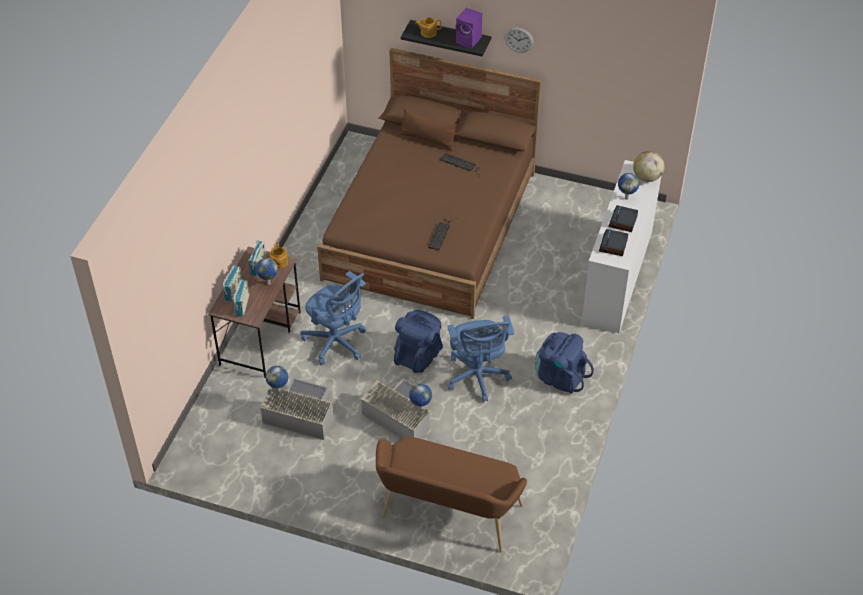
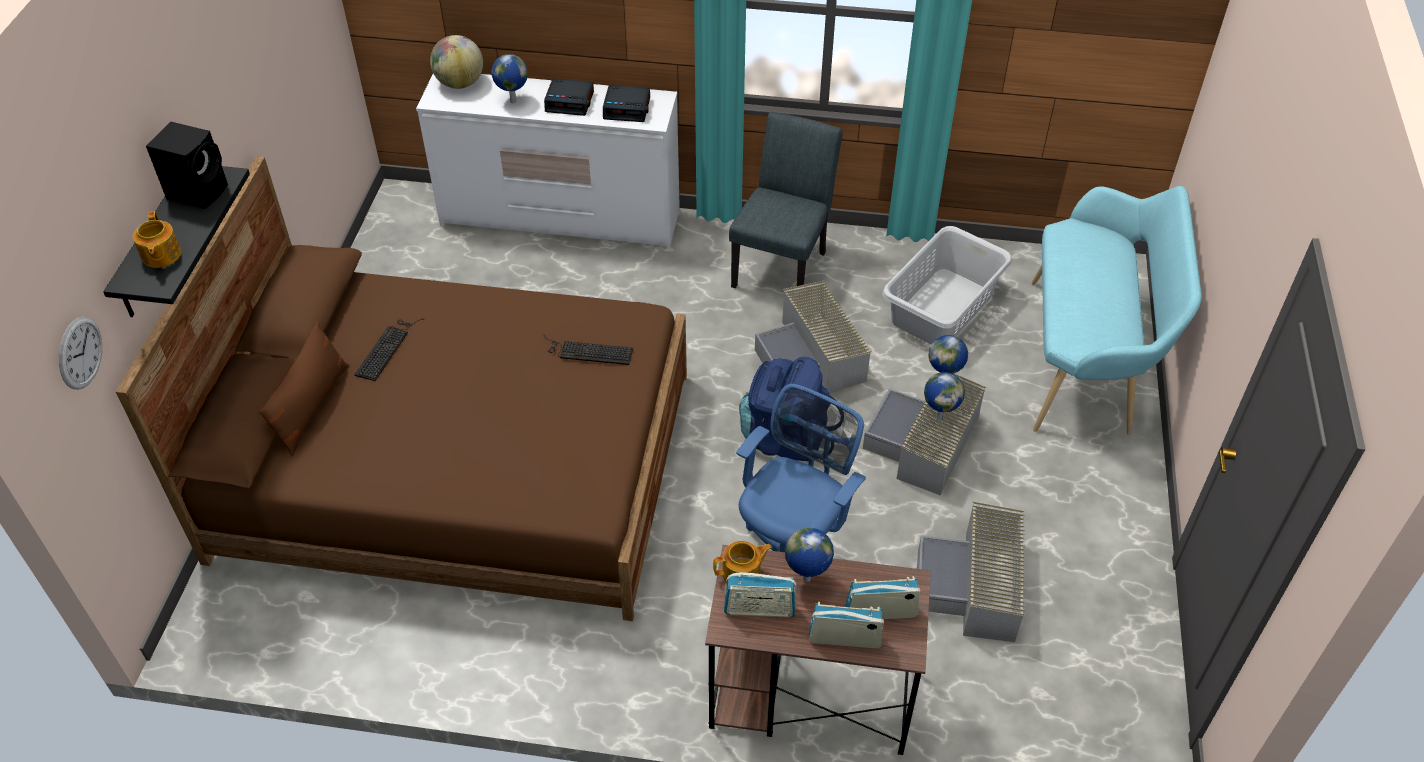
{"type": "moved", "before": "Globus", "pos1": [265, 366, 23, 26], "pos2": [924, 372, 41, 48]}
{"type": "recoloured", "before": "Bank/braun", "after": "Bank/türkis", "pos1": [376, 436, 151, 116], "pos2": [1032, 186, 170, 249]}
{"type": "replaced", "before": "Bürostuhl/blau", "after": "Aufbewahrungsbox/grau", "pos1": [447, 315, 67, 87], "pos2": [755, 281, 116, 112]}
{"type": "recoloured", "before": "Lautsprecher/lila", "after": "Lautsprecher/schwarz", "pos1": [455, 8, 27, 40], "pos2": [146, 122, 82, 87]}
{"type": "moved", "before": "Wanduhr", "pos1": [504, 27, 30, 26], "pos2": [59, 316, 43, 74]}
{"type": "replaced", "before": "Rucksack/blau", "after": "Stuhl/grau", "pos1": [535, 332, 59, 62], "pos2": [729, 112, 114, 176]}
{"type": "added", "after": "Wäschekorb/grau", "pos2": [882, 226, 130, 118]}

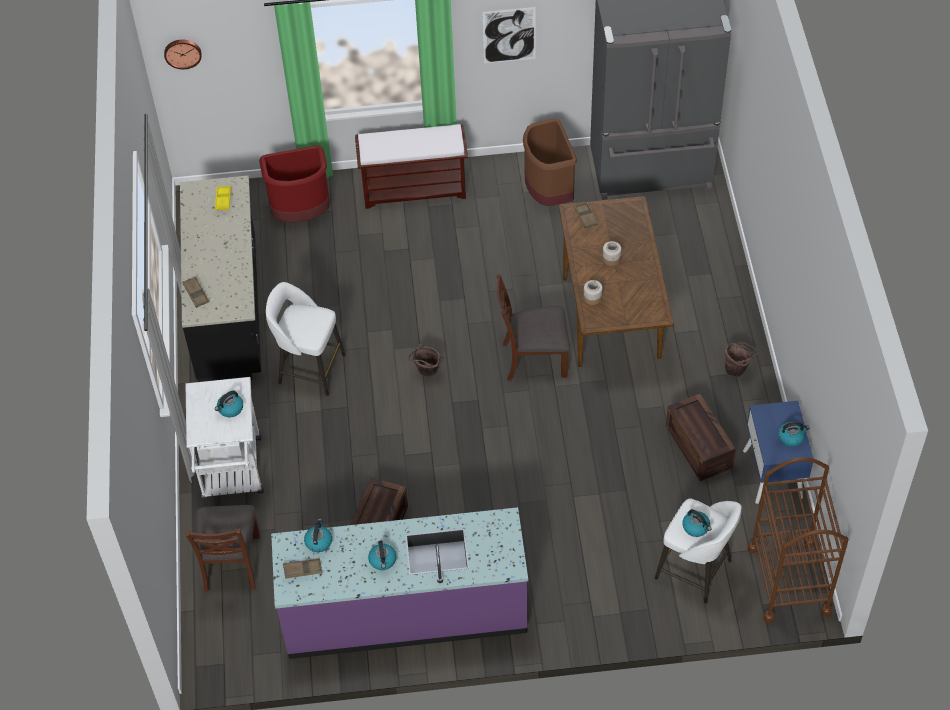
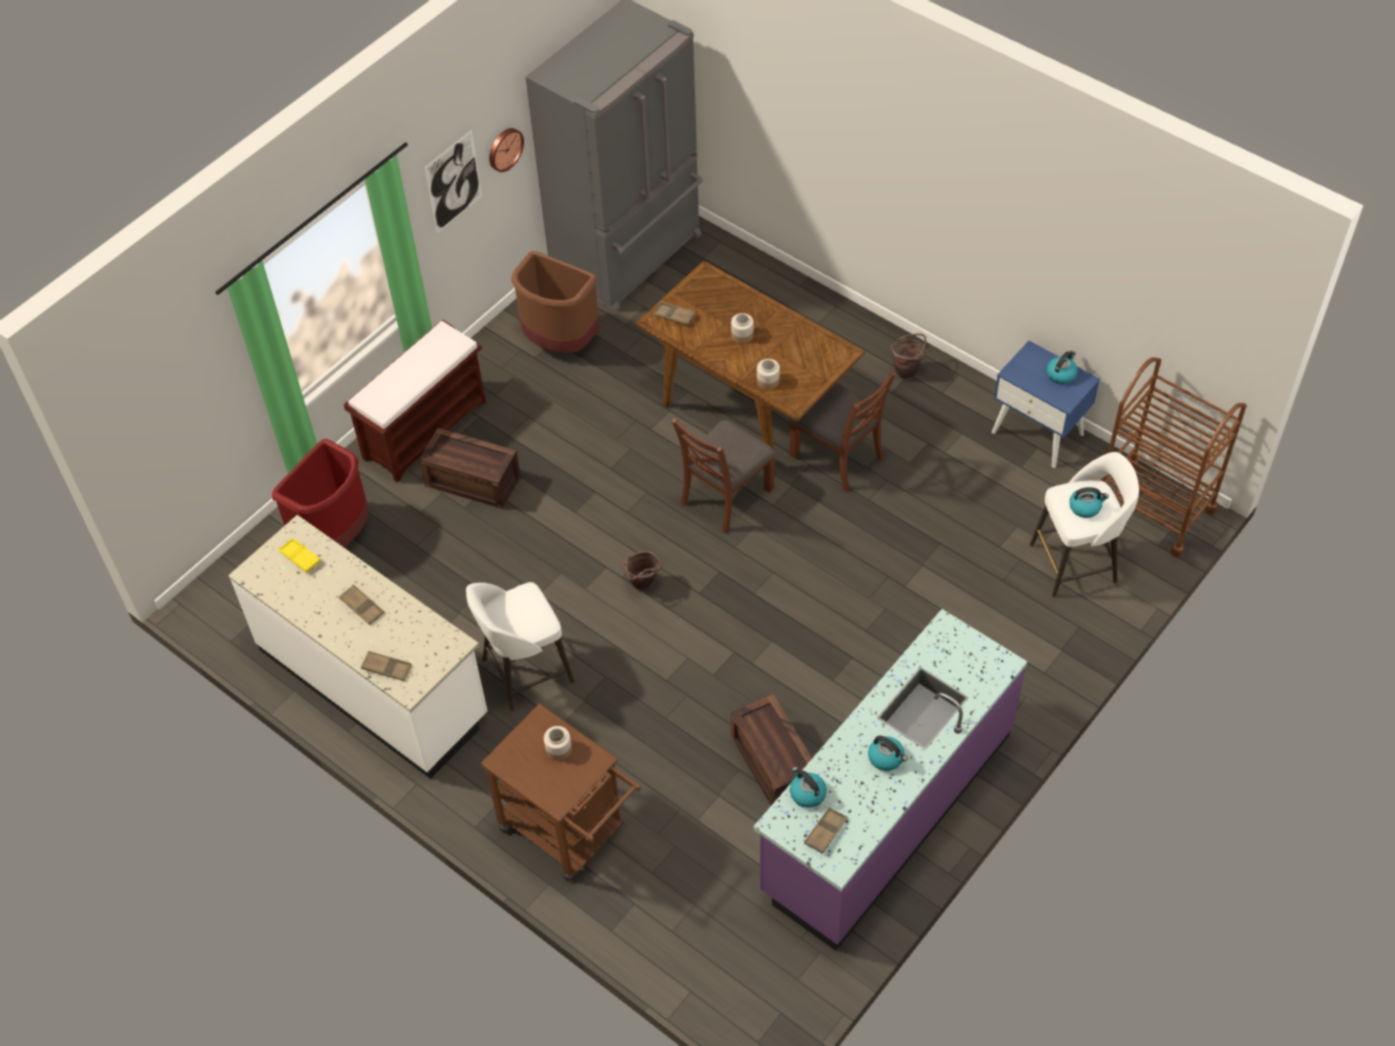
{"type": "moved", "before": "Wanduhr", "pos1": [164, 40, 37, 29], "pos2": [489, 128, 35, 44]}
{"type": "recoloured", "before": "Küchenzeile/schwarz", "after": "Küchenzeile/weiß", "pos1": [180, 176, 81, 206], "pos2": [228, 515, 259, 264]}
{"type": "moved", "before": "Stuhl/braun", "pos1": [185, 505, 75, 87], "pos2": [789, 370, 107, 122]}
{"type": "recoloured", "before": "Rollwagen/weiß", "after": "Rollwagen/braun", "pos1": [186, 377, 78, 122], "pos2": [480, 703, 161, 179]}
{"type": "replaced", "before": "Wasserkessel", "after": "Vorratsglas", "pos1": [215, 391, 28, 26], "pos2": [544, 726, 28, 35]}
{"type": "moved", "before": "Kiste", "pos1": [666, 394, 70, 88], "pos2": [419, 428, 102, 81]}
{"type": "added", "after": "Tablett/braun", "pos2": [339, 584, 45, 41]}

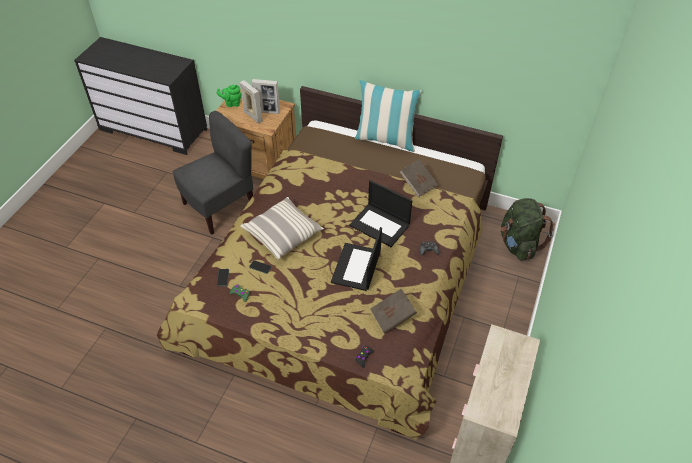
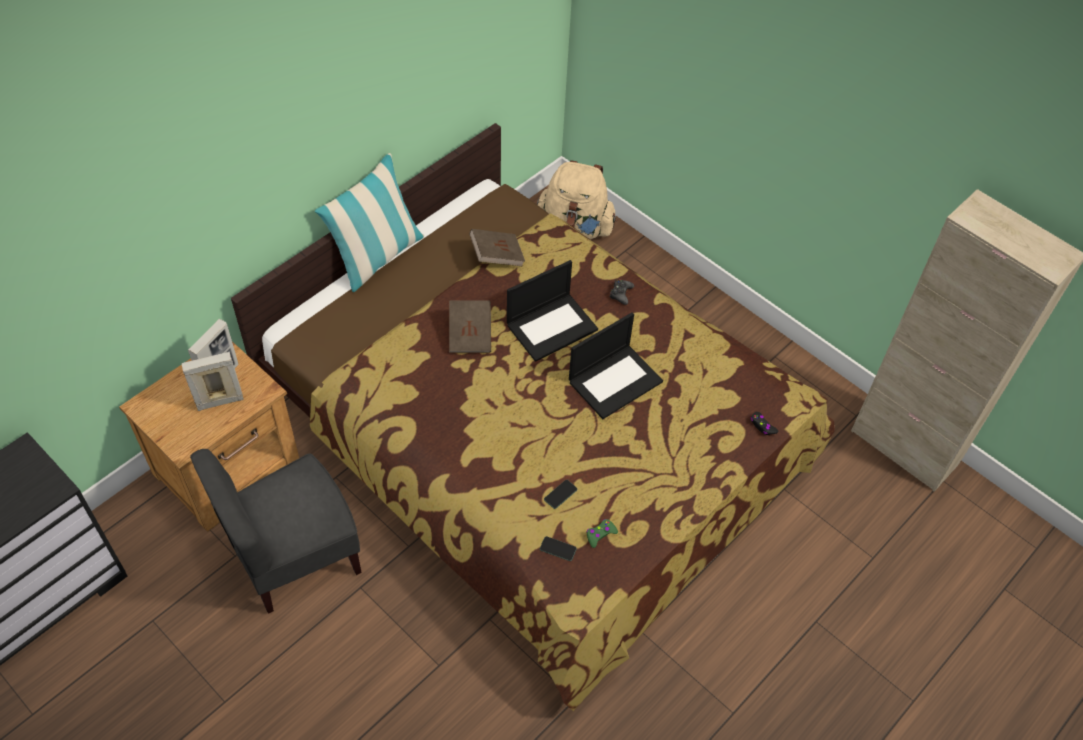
{"type": "turned", "before": "Stuhl/grau", "pos1": [173, 111, 80, 124], "pos2": [190, 449, 172, 165], "turn": -105}
{"type": "removed", "before": "Teekanne/grün", "pos1": [217, 85, 25, 22]}
{"type": "removed", "before": "Kissen", "pos1": [241, 197, 83, 63]}
{"type": "turned", "before": "Laptop", "pos1": [331, 227, 51, 64], "pos2": [569, 312, 94, 107], "turn": -75}
{"type": "moved", "before": "Buch/braun", "pos1": [370, 289, 47, 45], "pos2": [449, 301, 42, 52]}
{"type": "recoloured", "before": "Rucksack/grün", "after": "Rucksack/beige", "pos1": [501, 198, 53, 62], "pos2": [537, 160, 80, 79]}

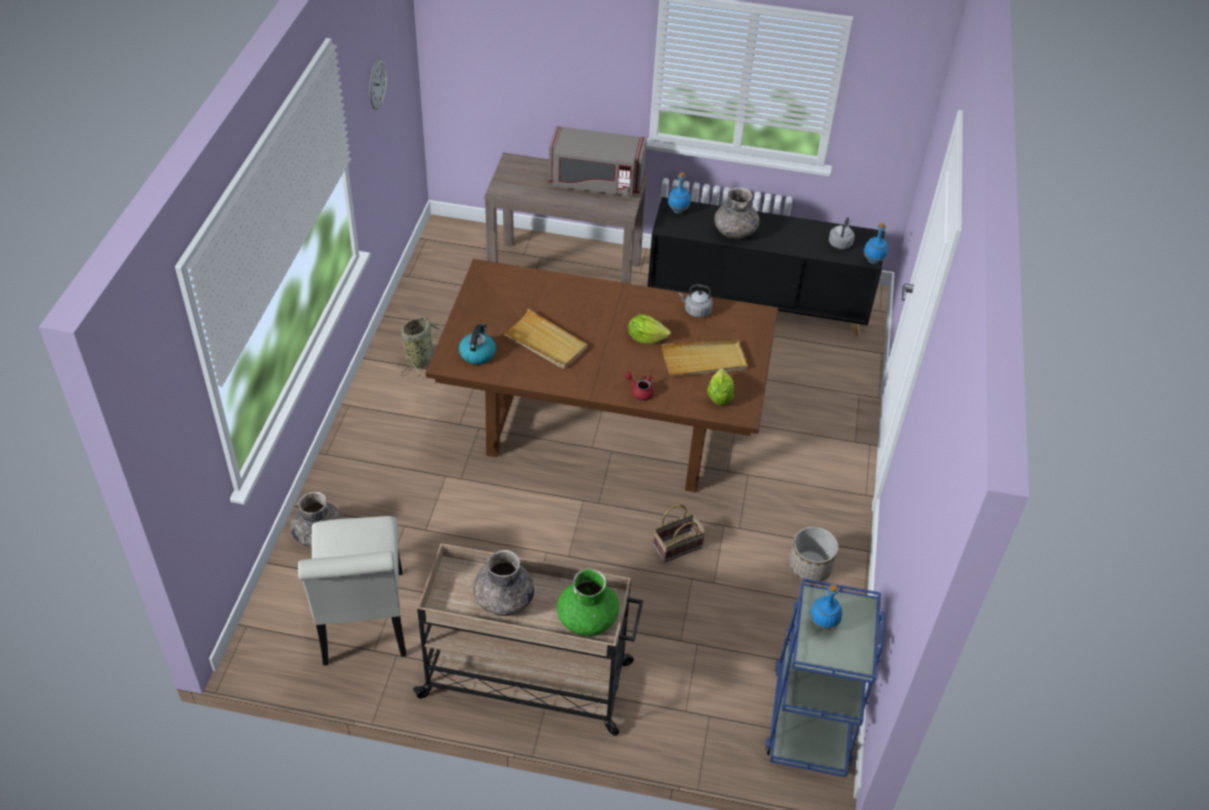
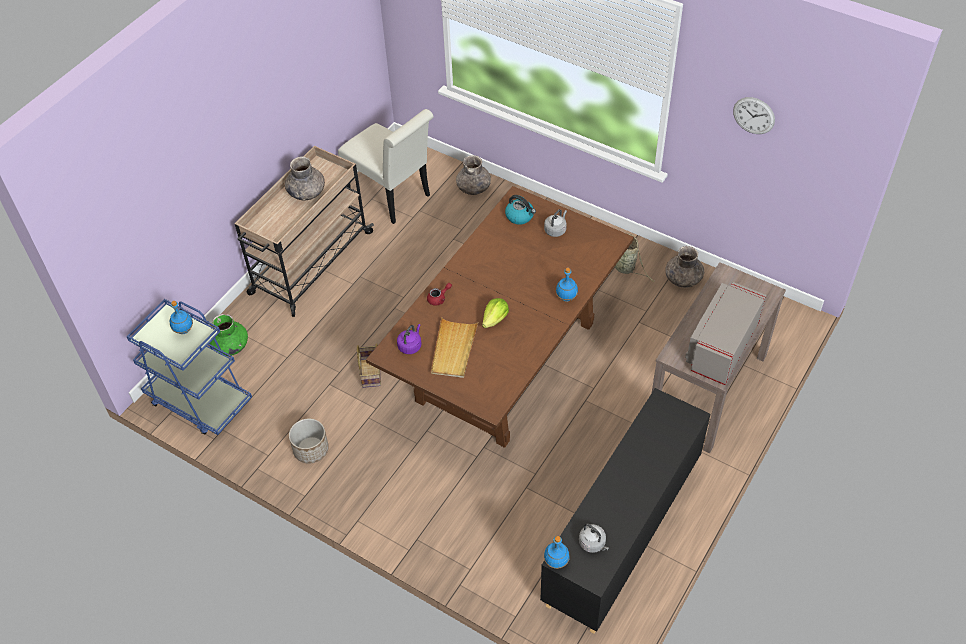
{"type": "turned", "before": "Stuhl/weiß", "pos1": [298, 516, 108, 149], "pos2": [338, 109, 96, 115], "turn": -150}
{"type": "removed", "before": "Tablett/beige", "pos1": [501, 309, 87, 60]}
{"type": "moved", "before": "Vase/grün", "pos1": [557, 569, 62, 67], "pos2": [209, 314, 39, 42]}
{"type": "moved", "before": "Flasche/blau", "pos1": [668, 173, 23, 41], "pos2": [556, 268, 22, 34]}
{"type": "moved", "before": "Wasserkessel/grau", "pos1": [679, 284, 33, 34], "pos2": [544, 209, 23, 28]}
{"type": "replaced", "before": "Salatkopf", "after": "Wasserkessel/lila", "pos1": [707, 368, 27, 37], "pos2": [397, 324, 24, 30]}
{"type": "moved", "before": "Vase/grau", "pos1": [714, 187, 46, 52], "pos2": [665, 246, 39, 42]}

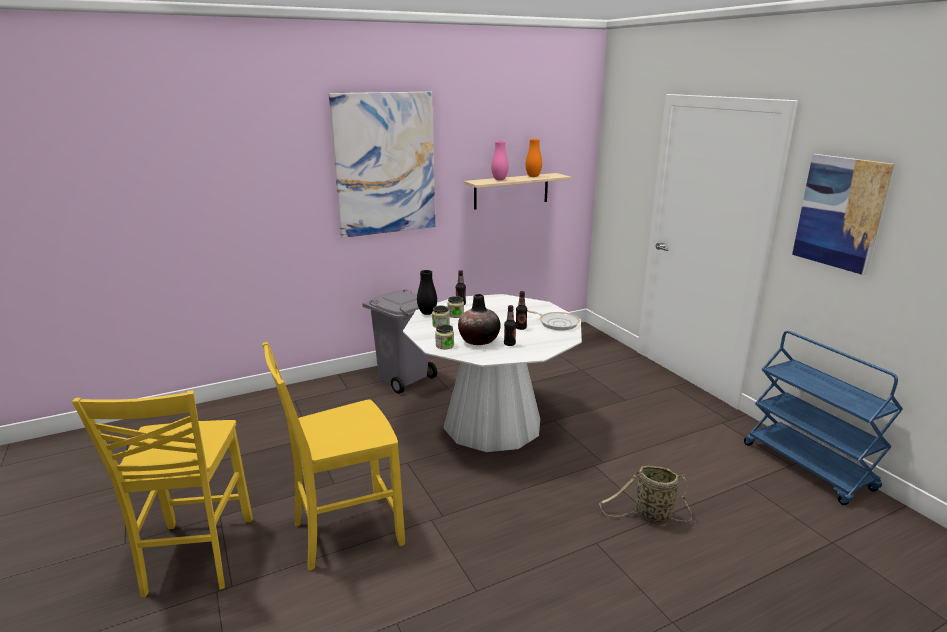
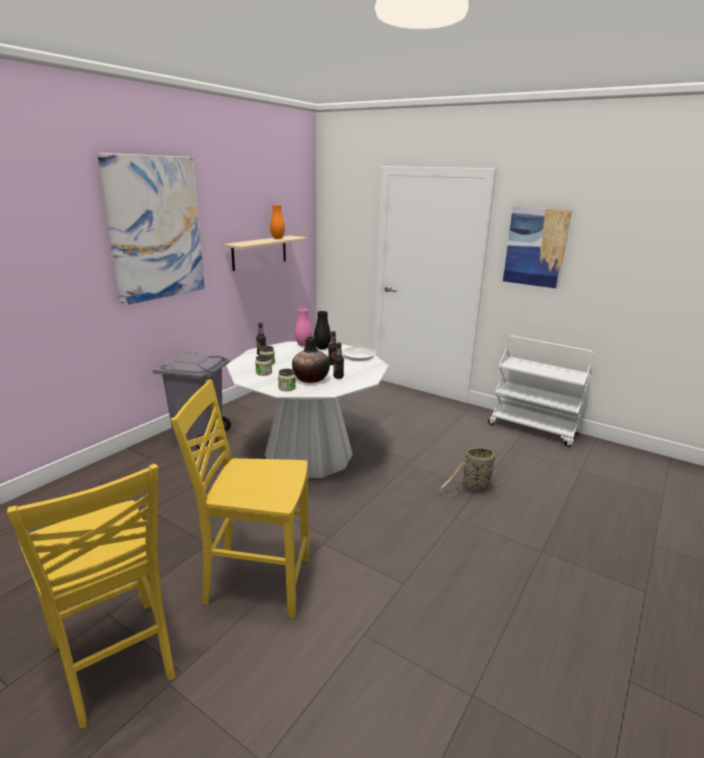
{"type": "turned", "before": "Stuhl/gelb", "pos1": [263, 342, 142, 229], "pos2": [171, 380, 138, 238], "turn": 60}
{"type": "moved", "before": "Vase/schwarz", "pos1": [417, 270, 20, 45], "pos2": [314, 311, 17, 39]}
{"type": "moved", "before": "Vase/rosa", "pos1": [491, 141, 18, 39], "pos2": [295, 308, 17, 39]}
{"type": "recoloured", "before": "Rollwagen/blau", "after": "Rollwagen/weiß", "pos1": [744, 331, 159, 174], "pos2": [488, 336, 105, 111]}

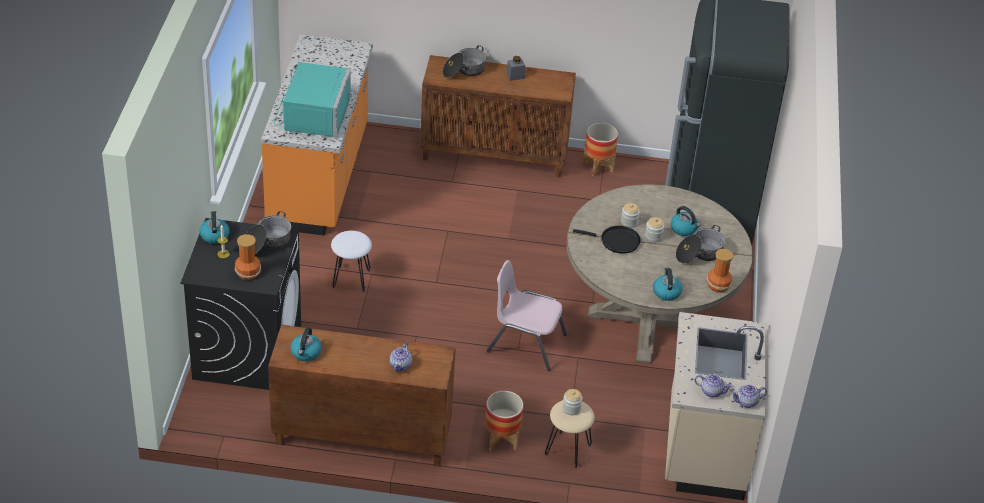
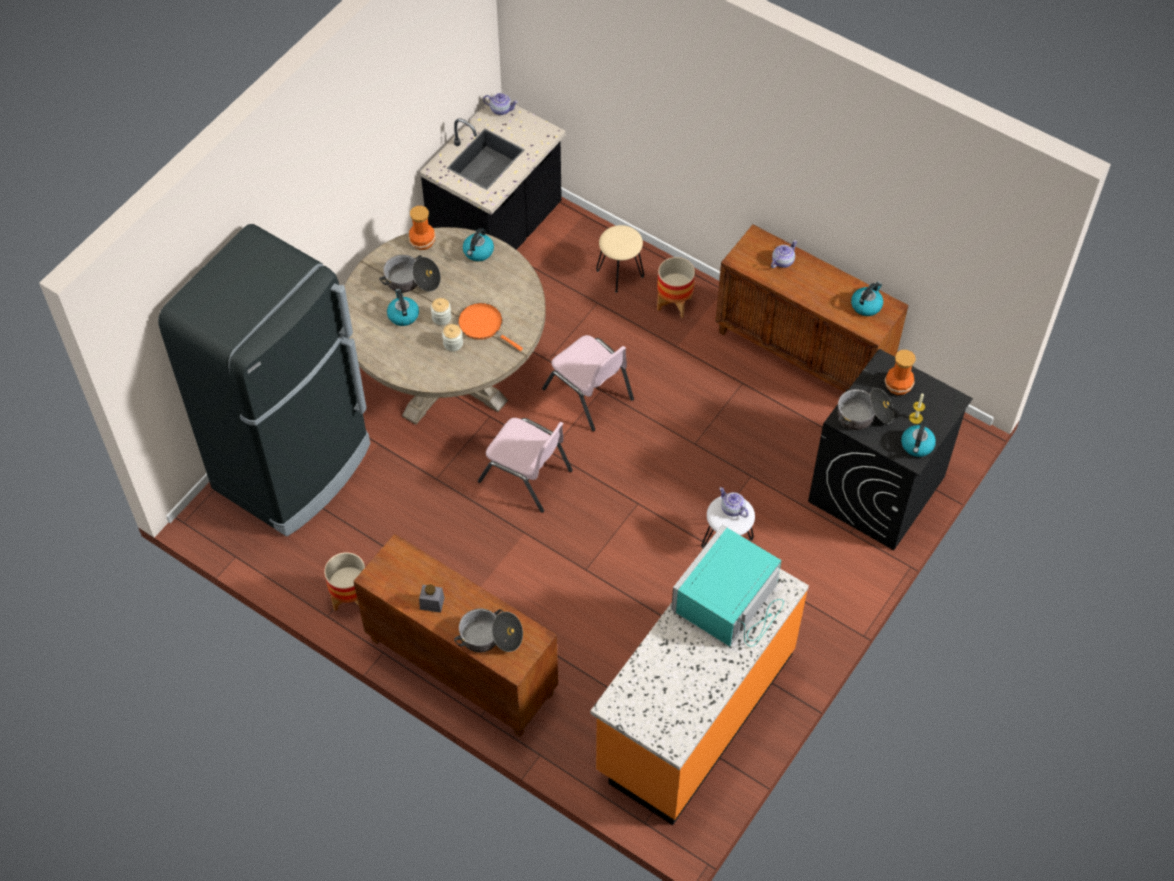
{"type": "removed", "before": "Vorratsglas", "pos1": [562, 389, 21, 26]}
{"type": "recoloured", "before": "Pfanne/schwarz", "after": "Pfanne/orange", "pos1": [573, 226, 68, 28], "pos2": [458, 303, 65, 48]}
{"type": "recoloured", "before": "Küchenzeile/beige", "after": "Küchenzeile/schwarz", "pos1": [665, 312, 102, 188], "pos2": [420, 100, 146, 150]}
{"type": "moved", "before": "Teekanne", "pos1": [695, 374, 38, 24], "pos2": [719, 487, 30, 31]}
{"type": "added", "after": "Stuhl/rosa", "pos2": [478, 418, 95, 95]}

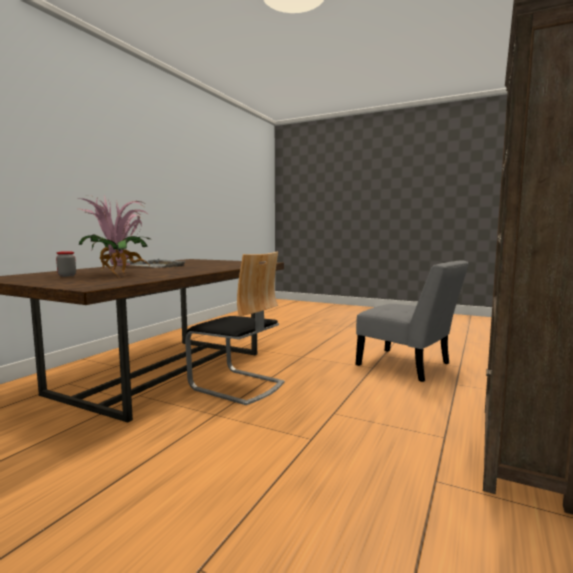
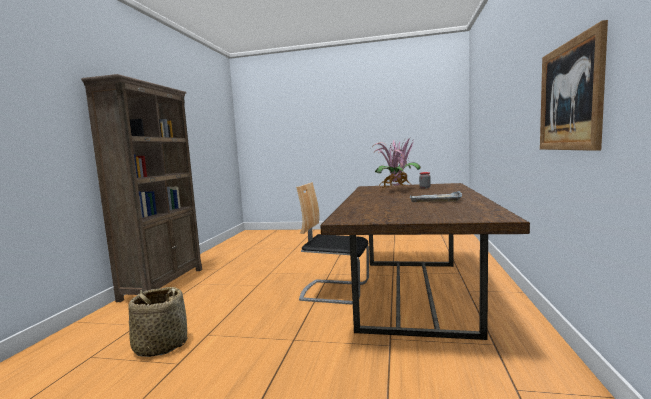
{"type": "replaced", "before": "Stuhl/grau", "after": "Korb", "pos1": [355, 260, 114, 122], "pos2": [128, 287, 60, 70]}
{"type": "added", "after": "Bild", "pos2": [540, 20, 68, 131]}

